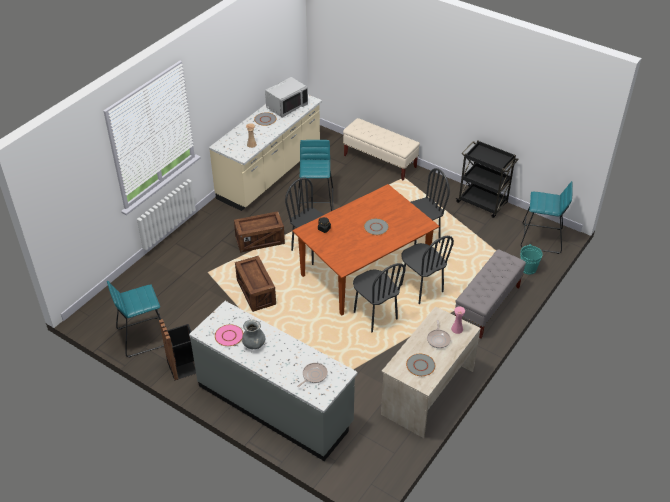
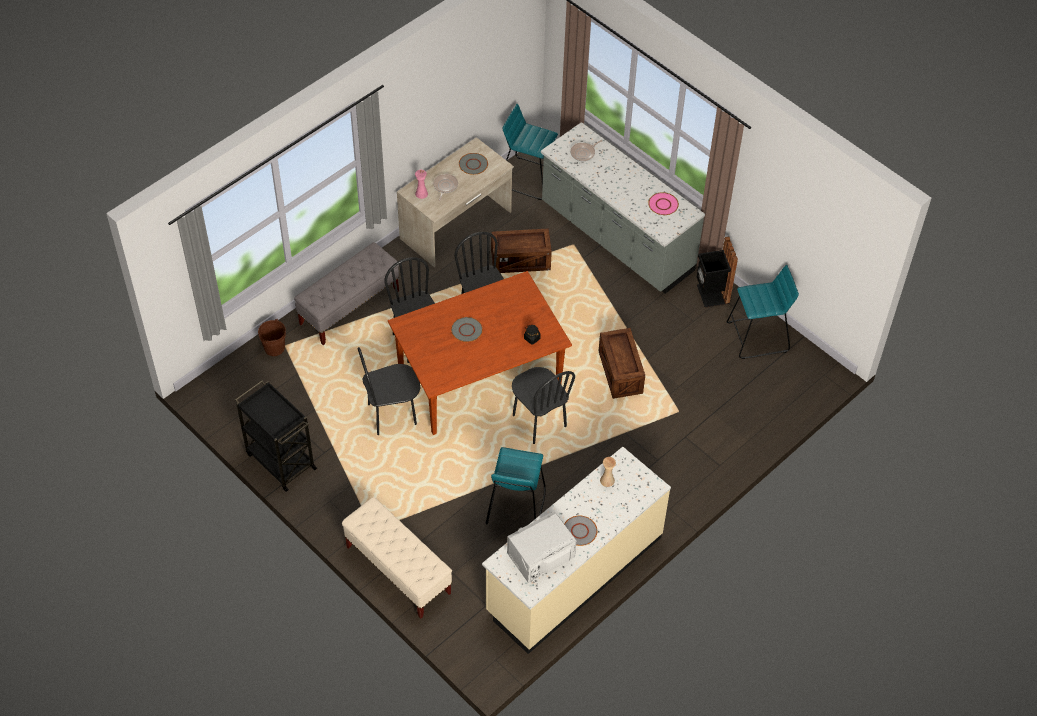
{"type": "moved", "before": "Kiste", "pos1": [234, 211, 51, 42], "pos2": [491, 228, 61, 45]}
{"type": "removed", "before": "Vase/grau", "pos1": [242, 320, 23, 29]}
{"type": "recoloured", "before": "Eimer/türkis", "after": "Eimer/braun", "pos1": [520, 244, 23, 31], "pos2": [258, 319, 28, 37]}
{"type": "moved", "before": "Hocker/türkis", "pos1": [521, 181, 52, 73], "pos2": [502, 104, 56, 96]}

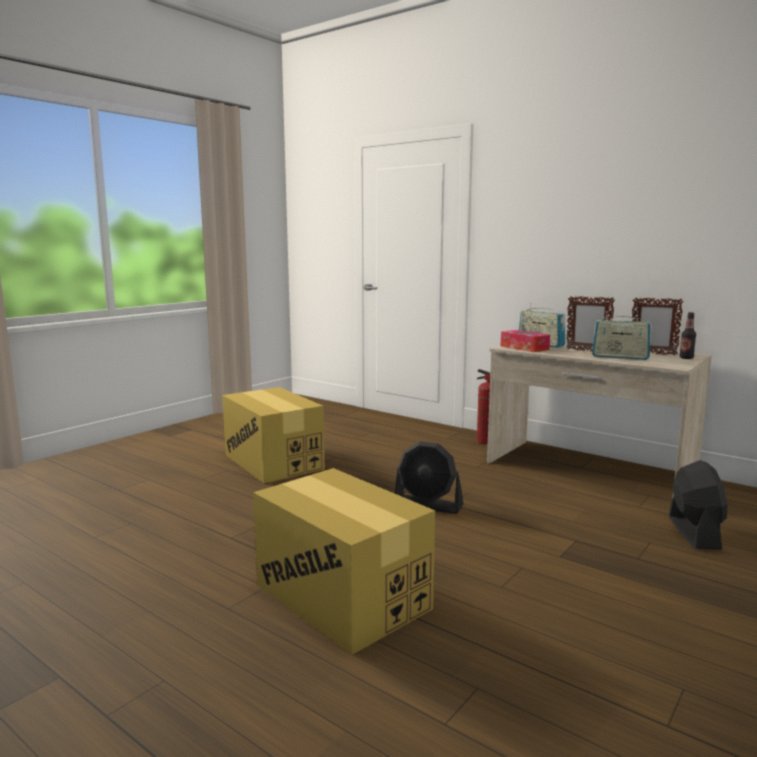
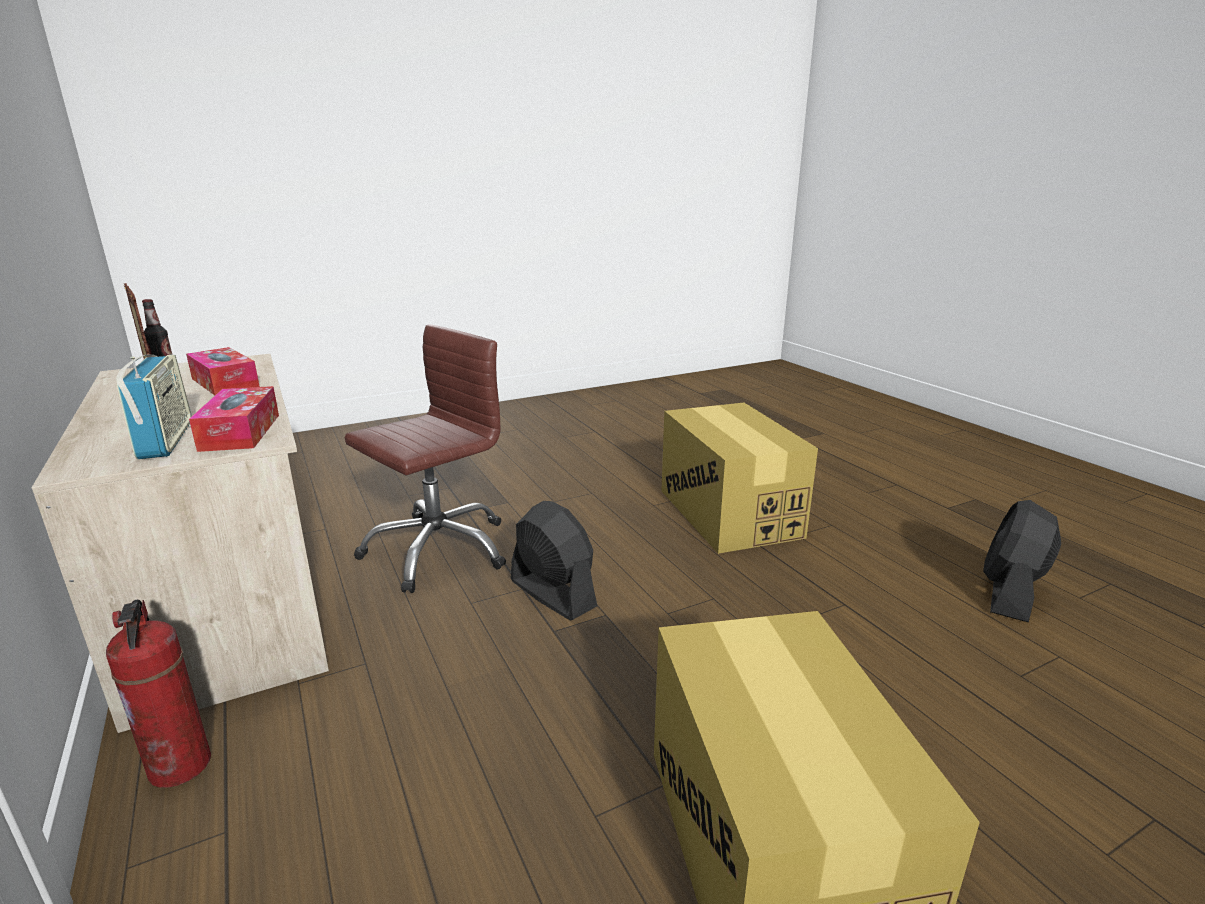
{"type": "removed", "before": "Bilderrahmen", "pos1": [566, 296, 49, 56]}
{"type": "replaced", "before": "Radio", "after": "Taschentuchbox", "pos1": [592, 311, 60, 49], "pos2": [186, 347, 74, 48]}
{"type": "moved", "before": "Ventilator/schwarz", "pos1": [669, 460, 59, 90], "pos2": [983, 500, 78, 122]}
{"type": "added", "after": "Bürostuhl/braun", "pos2": [345, 324, 161, 269]}

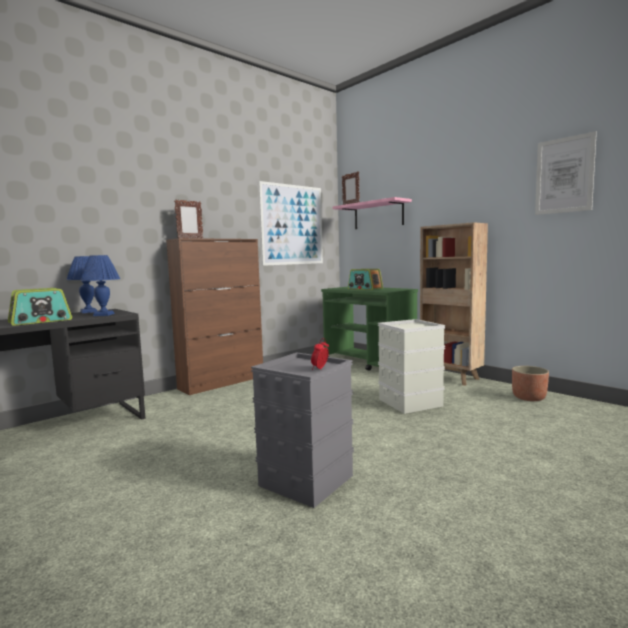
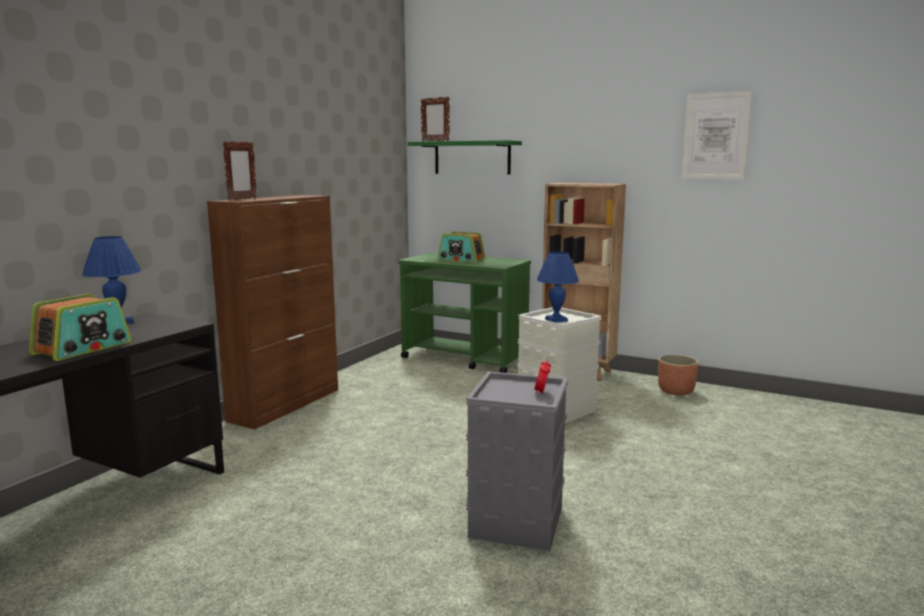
{"type": "moved", "before": "Tischlampe/blau", "pos1": [80, 255, 40, 61], "pos2": [537, 251, 42, 72]}
{"type": "removed", "before": "Bild", "pos1": [259, 181, 64, 85]}
{"type": "recoloured", "before": "Wandregal/rosa", "after": "Wandregal/grün", "pos1": [332, 197, 80, 32], "pos2": [408, 140, 114, 35]}

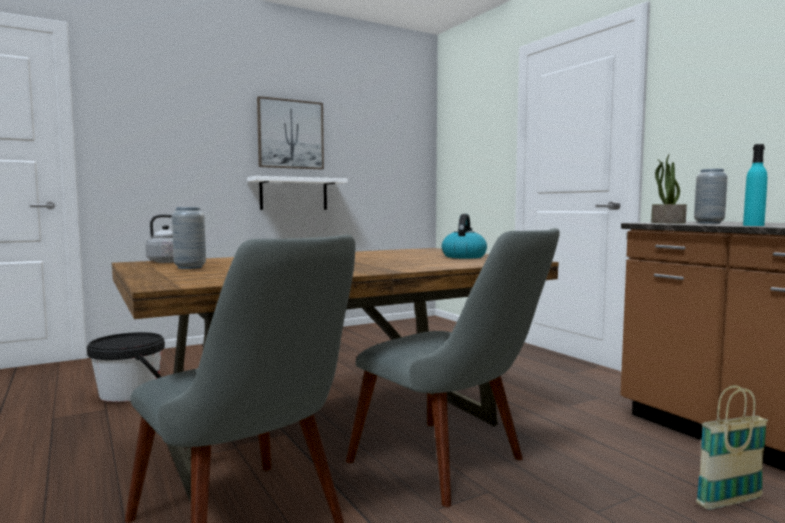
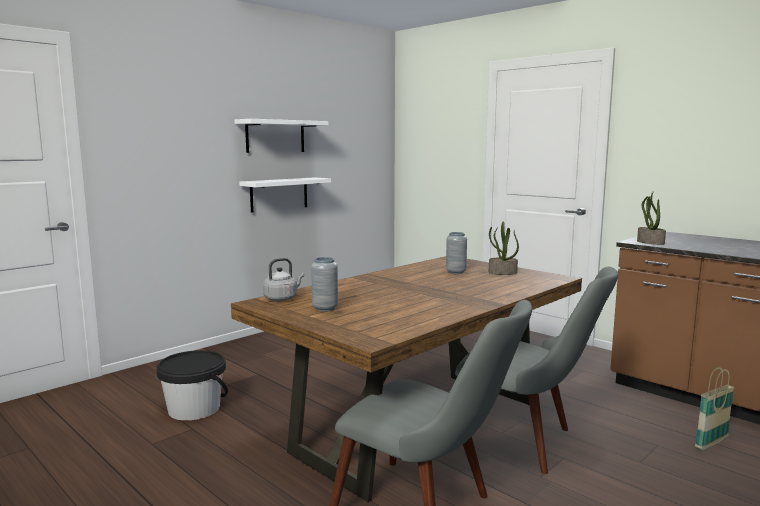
{"type": "replaced", "before": "Bild", "after": "Wandregal/weiß", "pos1": [257, 96, 67, 73], "pos2": [234, 119, 95, 34]}
{"type": "replaced", "before": "Wasserkessel", "after": "Topfpflanze", "pos1": [442, 214, 45, 45], "pos2": [489, 221, 30, 54]}
{"type": "moved", "before": "Vase/grau", "pos1": [694, 169, 34, 55], "pos2": [446, 232, 21, 42]}
{"type": "removed", "before": "Flasche/türkis", "pos1": [743, 144, 24, 82]}

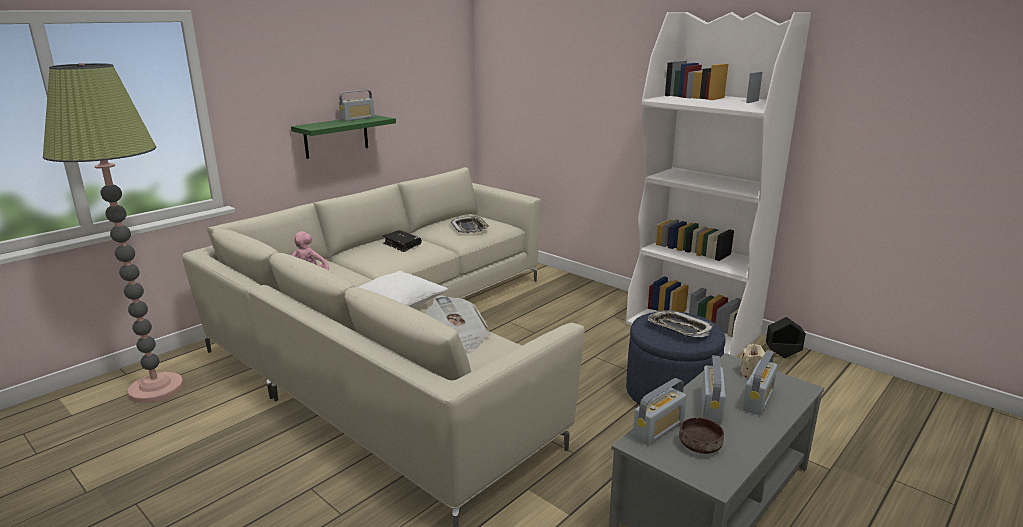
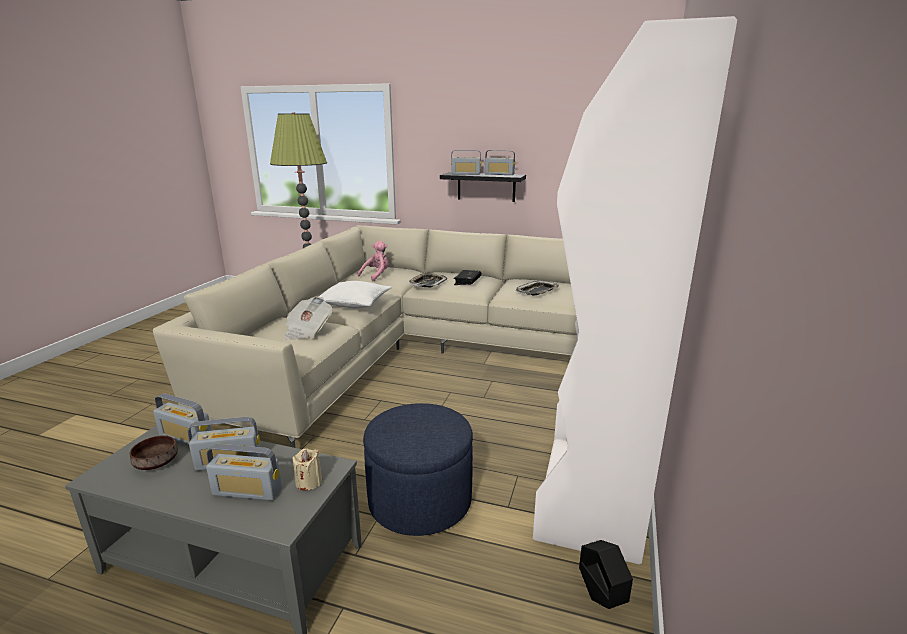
{"type": "recoloured", "before": "Wandregal/grün", "after": "Wandregal/schwarz", "pos1": [291, 115, 105, 44], "pos2": [440, 172, 86, 30]}
{"type": "moved", "before": "Tablett", "pos1": [648, 310, 65, 27], "pos2": [409, 273, 38, 15]}
{"type": "added", "after": "Radio", "pos2": [451, 150, 30, 25]}

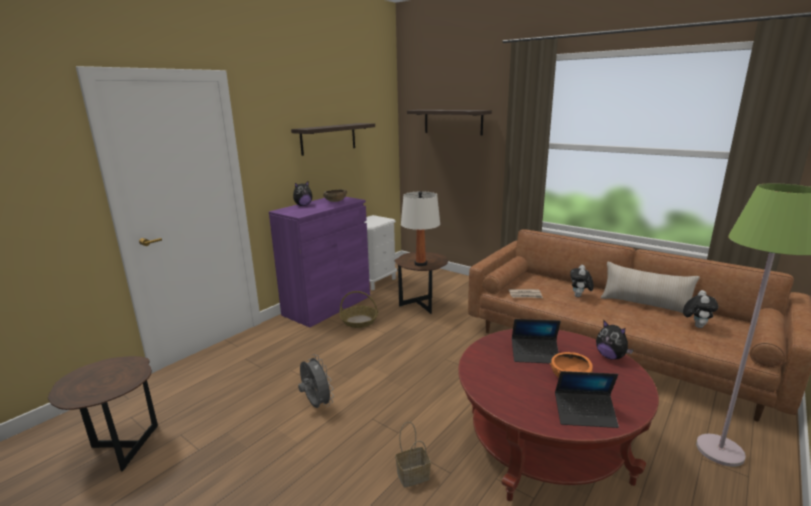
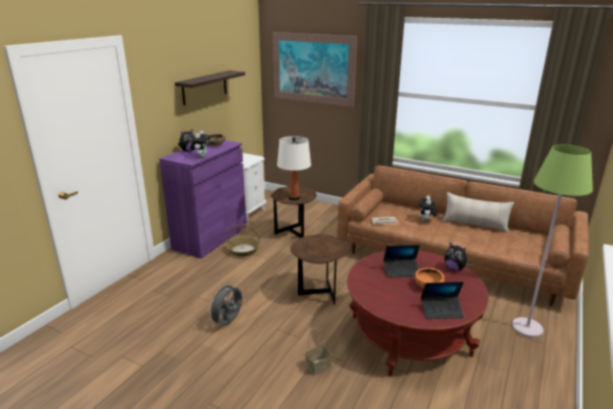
{"type": "moved", "before": "Beistelltisch/braun", "pos1": [48, 356, 110, 115], "pos2": [290, 234, 58, 70]}
{"type": "turned", "before": "Ventilator/grau", "pos1": [298, 354, 36, 54], "pos2": [207, 282, 35, 43], "turn": -105}
{"type": "replaced", "before": "Wandregal", "after": "Bild", "pos1": [407, 110, 85, 25], "pos2": [273, 32, 84, 75]}
{"type": "moved", "before": "Plüschtier", "pos1": [683, 290, 36, 38], "pos2": [190, 131, 20, 27]}

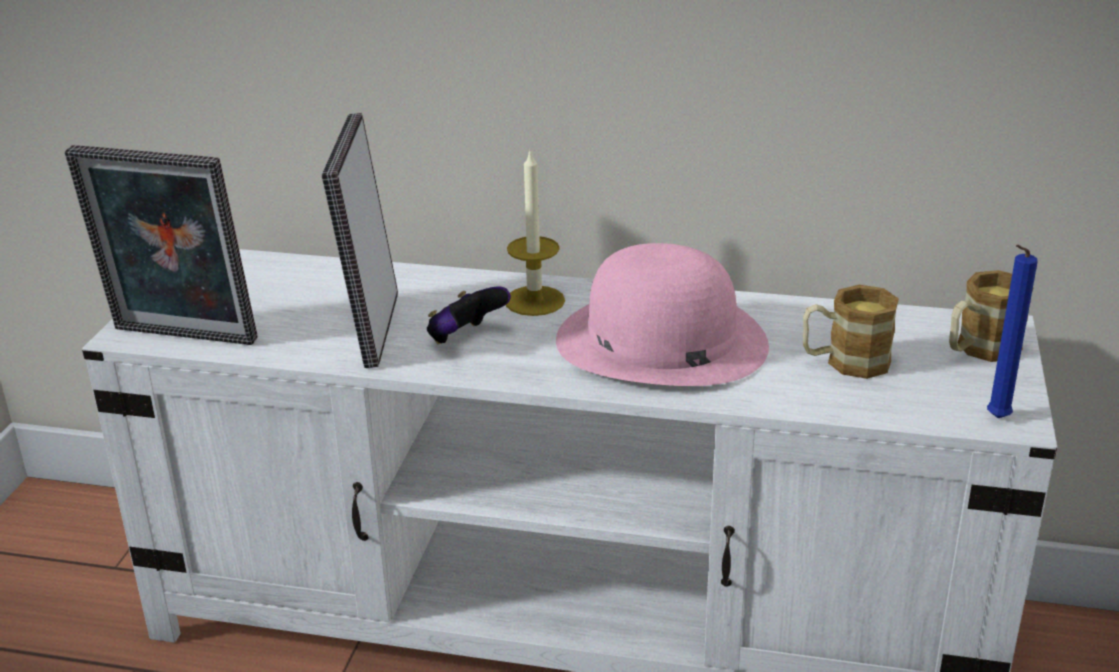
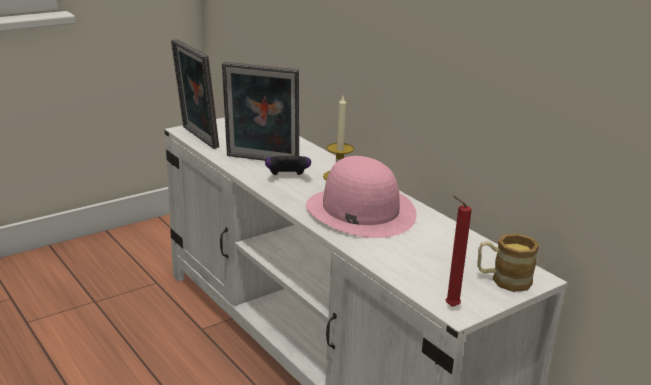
{"type": "turned", "before": "Bilderrahmen", "pos1": [322, 113, 76, 255], "pos2": [222, 62, 77, 99], "turn": -120}
{"type": "removed", "before": "Henkelbecher", "pos1": [803, 285, 96, 94]}
{"type": "recoloured", "before": "Kerze/blau", "after": "Kerze/rot", "pos1": [987, 245, 51, 173], "pos2": [446, 195, 26, 112]}

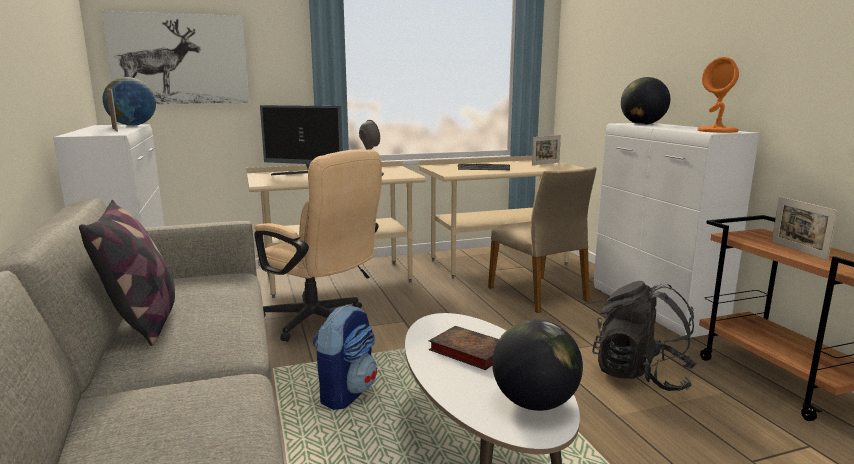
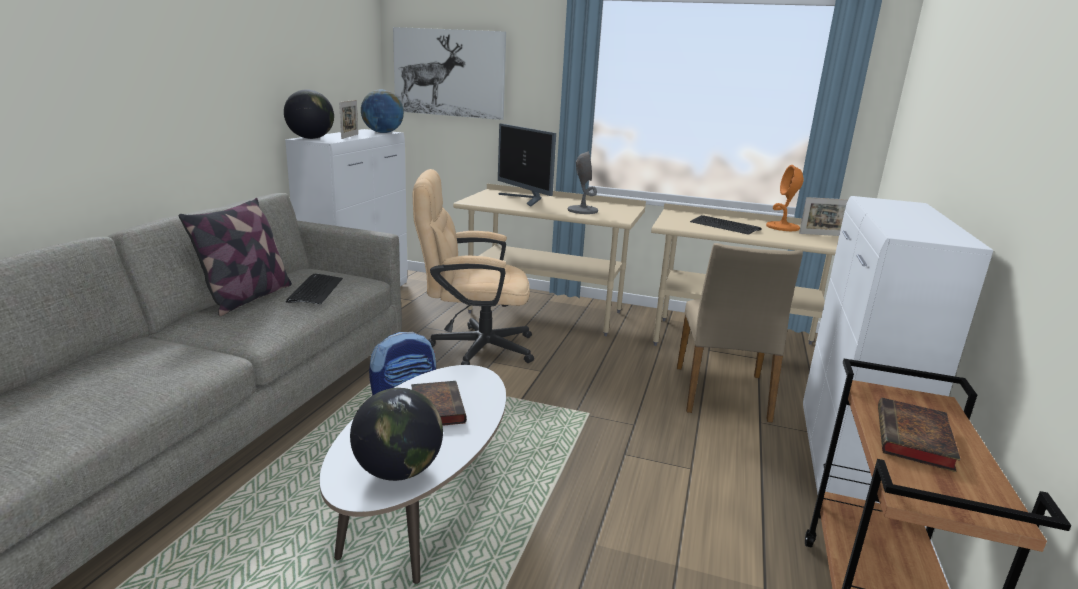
{"type": "turned", "before": "Bürostuhl/beige", "pos1": [254, 149, 128, 193], "pos2": [413, 169, 121, 196], "turn": 105}
{"type": "removed", "before": "Rucksack/schwarz", "pos1": [592, 281, 105, 110]}
{"type": "moved", "before": "Globus", "pos1": [621, 77, 49, 48], "pos2": [284, 89, 50, 50]}
{"type": "moved", "before": "Tischlampe/orange", "pos1": [697, 57, 42, 76], "pos2": [766, 165, 38, 66]}
{"type": "replaced", "before": "Bilderrahmen", "after": "Buch", "pos1": [772, 196, 66, 65], "pos2": [878, 398, 83, 74]}
{"type": "added", "after": "Tastatur", "pos2": [286, 273, 57, 31]}

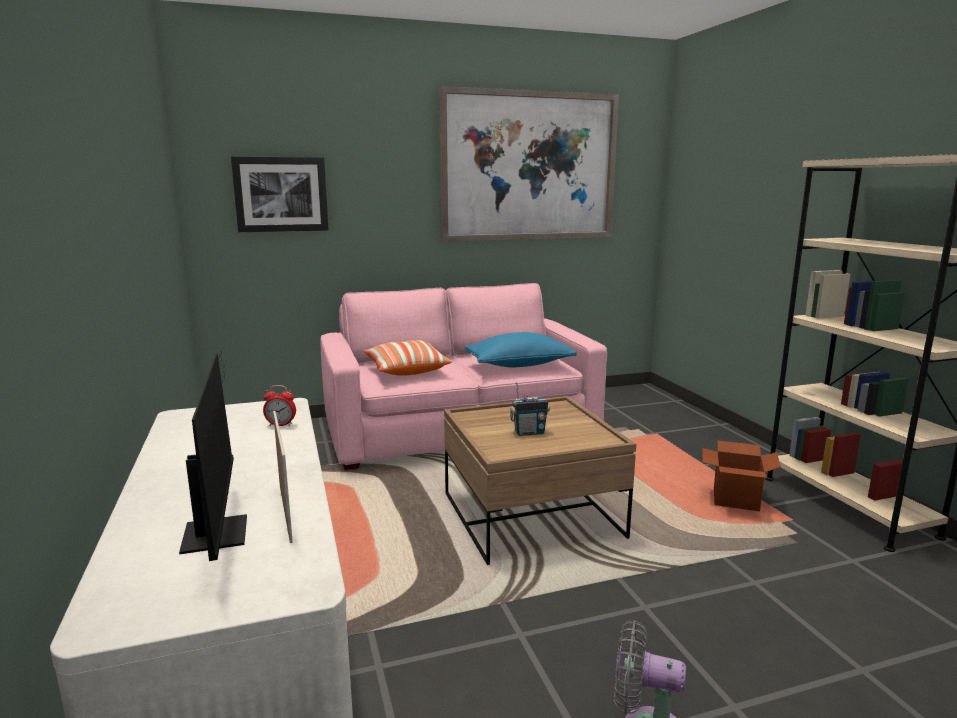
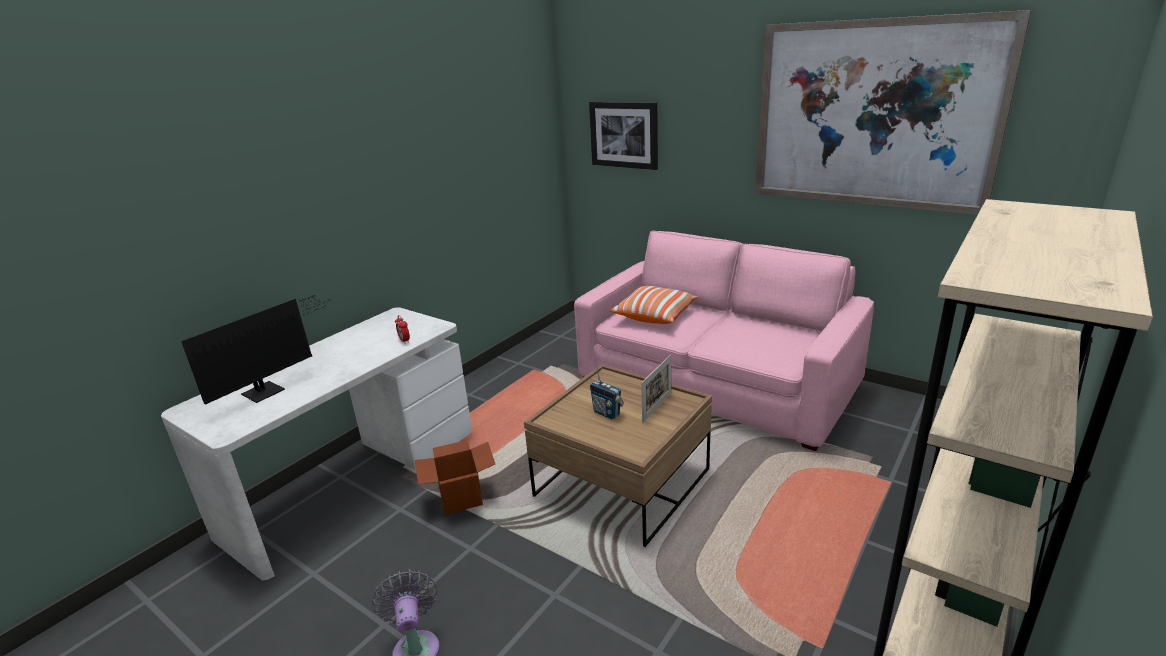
{"type": "moved", "before": "Bilderrahmen", "pos1": [273, 411, 20, 132], "pos2": [641, 355, 30, 68]}
{"type": "removed", "before": "Kissen/blau", "pos1": [465, 332, 112, 35]}
{"type": "moved", "before": "Karton", "pos1": [702, 441, 79, 70], "pos2": [415, 440, 80, 75]}

